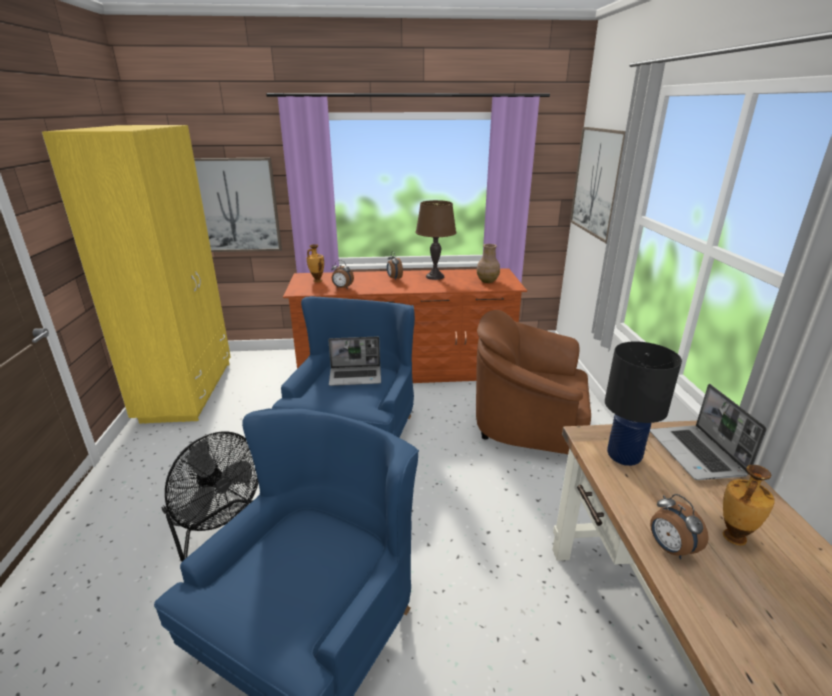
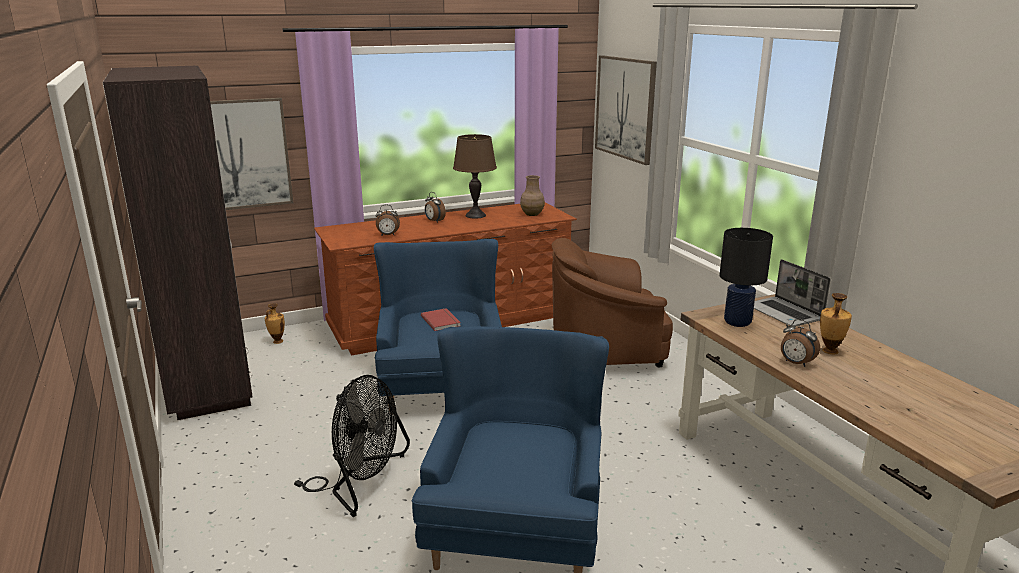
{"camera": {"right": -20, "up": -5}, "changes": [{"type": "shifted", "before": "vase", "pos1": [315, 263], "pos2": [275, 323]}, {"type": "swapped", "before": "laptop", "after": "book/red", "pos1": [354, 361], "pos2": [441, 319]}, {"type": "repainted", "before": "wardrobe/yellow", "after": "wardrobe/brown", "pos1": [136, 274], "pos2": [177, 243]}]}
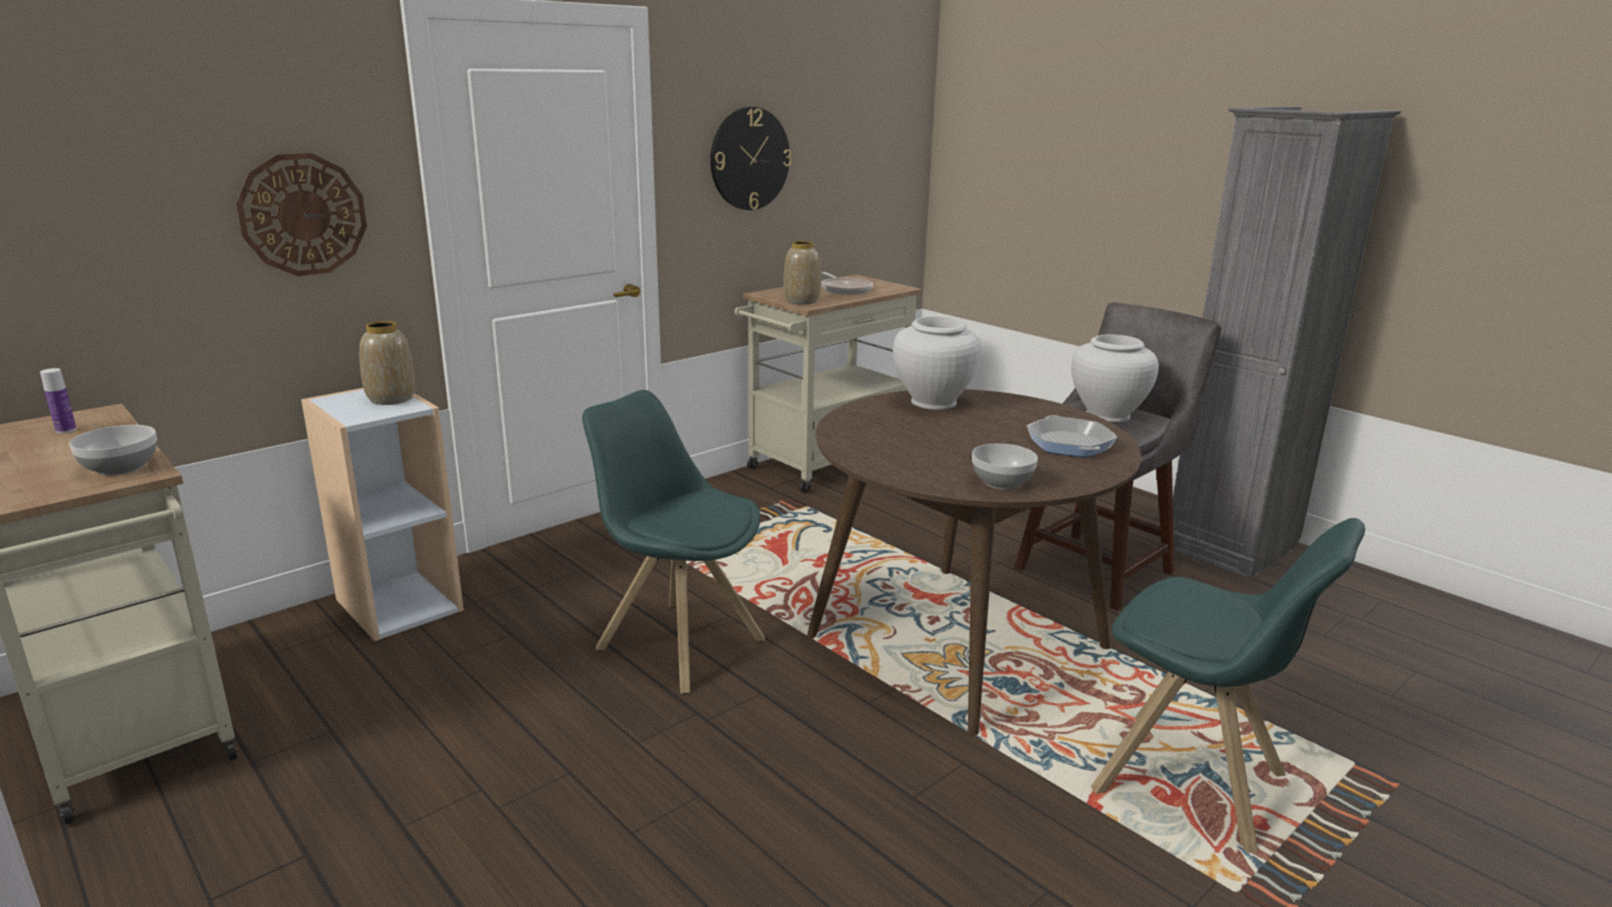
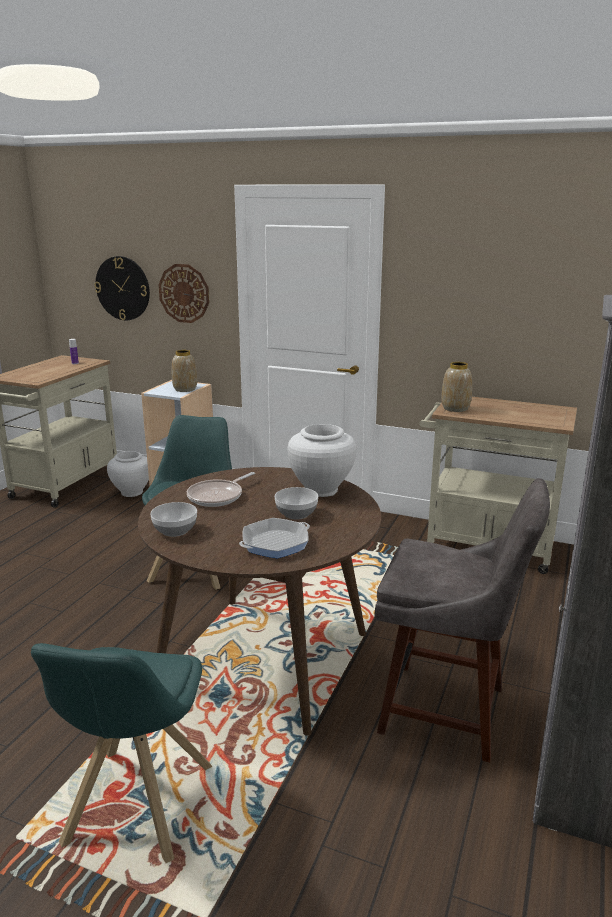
{"camera": {"right": 65, "up": 0}, "changes": [{"type": "shifted", "before": "bowl", "pos1": [113, 450], "pos2": [296, 503]}, {"type": "shifted", "before": "wall clock", "pos1": [750, 158], "pos2": [122, 288]}, {"type": "shifted", "before": "frying pan", "pos1": [847, 283], "pos2": [221, 489]}, {"type": "shifted", "before": "vase/white", "pos1": [1115, 378], "pos2": [128, 474]}]}
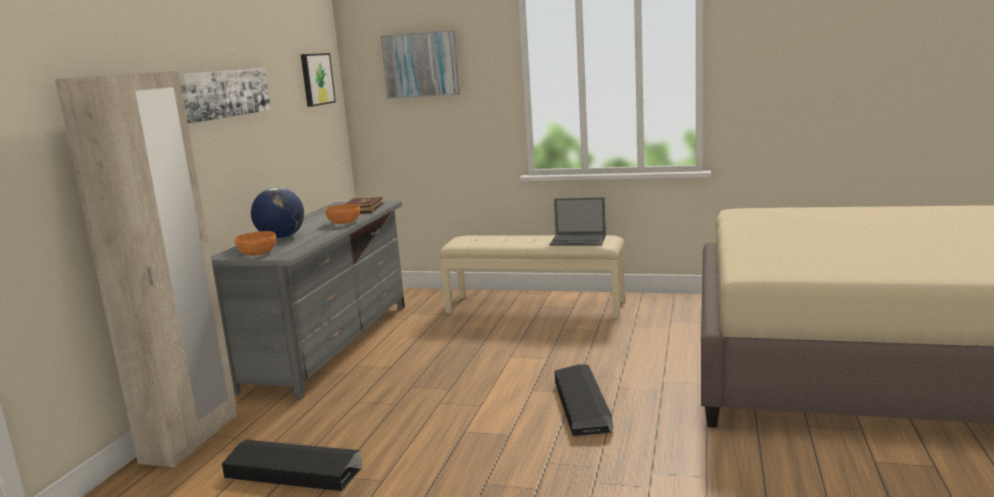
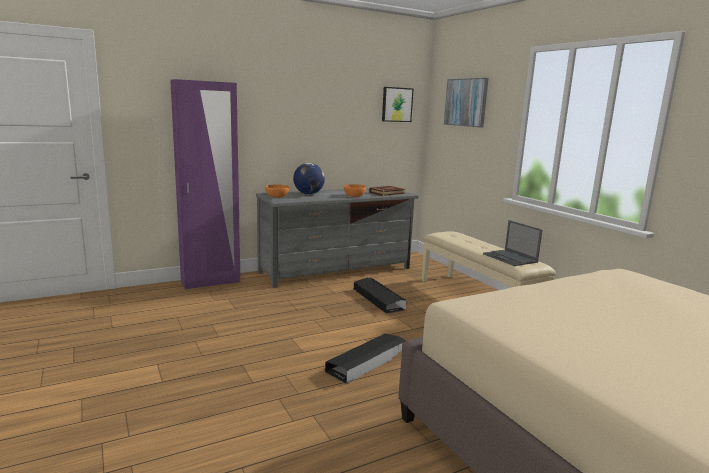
{"camera": {"right": 45, "up": 0}, "changes": [{"type": "gone", "before": "picture", "pos1": [225, 95]}, {"type": "shifted", "before": "storage box/black", "pos1": [292, 465], "pos2": [380, 295]}, {"type": "repainted", "before": "wardrobe/beige", "after": "wardrobe/purple", "pos1": [146, 269], "pos2": [205, 184]}]}
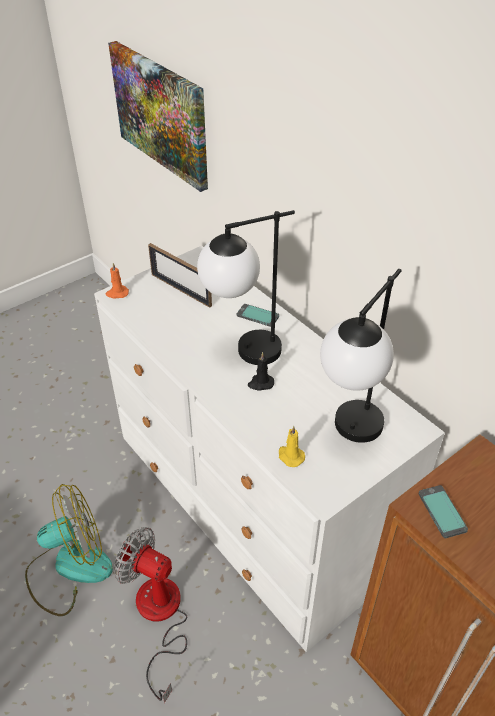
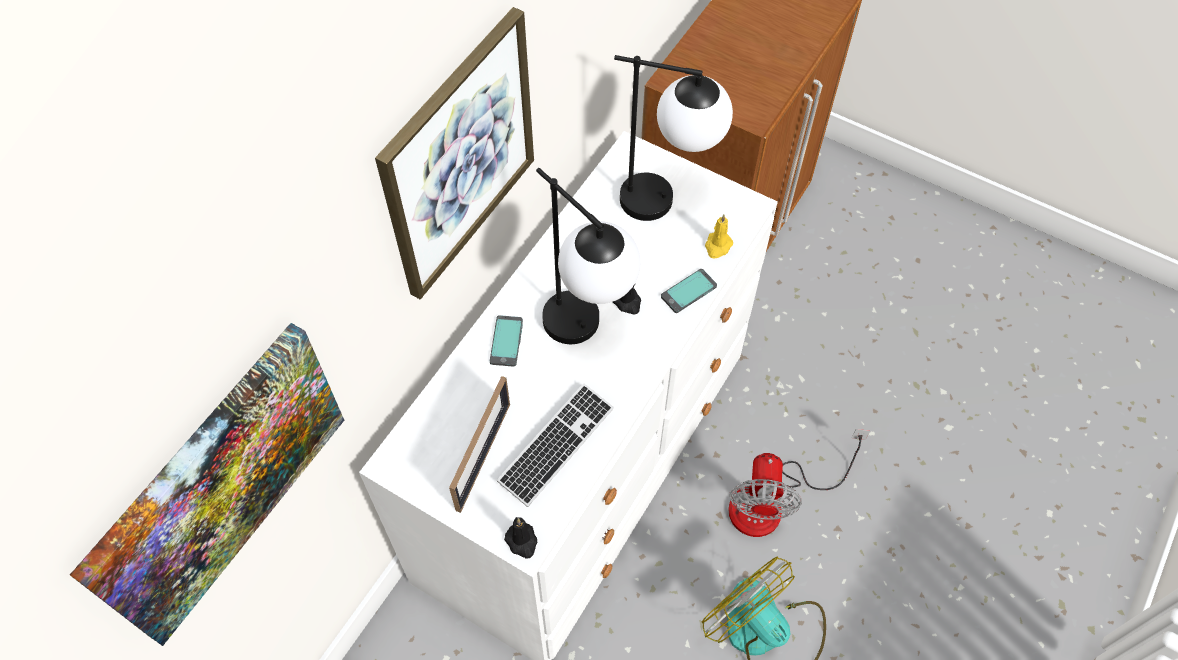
{"camera": {"right": -110, "up": 15}, "changes": [{"type": "new", "after": "picture", "pos2": [454, 153]}, {"type": "new", "after": "keyboard", "pos2": [555, 445]}, {"type": "shifted", "before": "phone", "pos1": [443, 511], "pos2": [689, 291]}, {"type": "repainted", "before": "candle/orange", "after": "candle/black", "pos1": [117, 281], "pos2": [521, 538]}]}
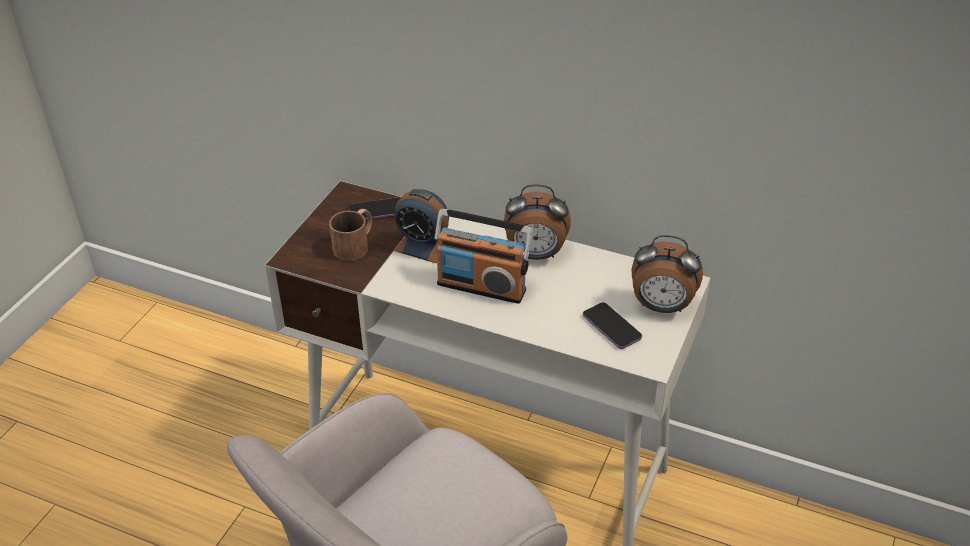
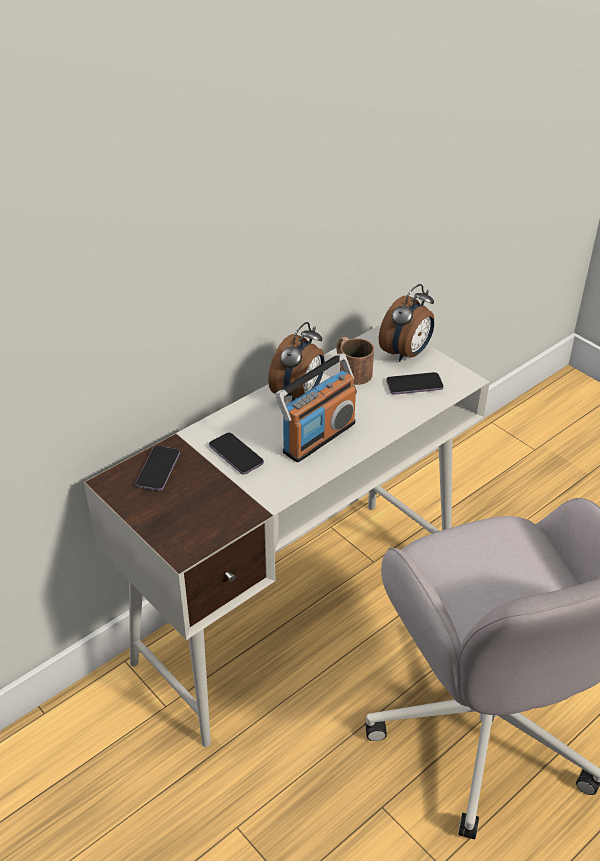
{"camera": {"right": -65, "up": 0}, "changes": [{"type": "shifted", "before": "mug/brown", "pos1": [350, 235], "pos2": [355, 361]}, {"type": "swapped", "before": "alarm clock", "after": "phone", "pos1": [421, 226], "pos2": [236, 453]}]}
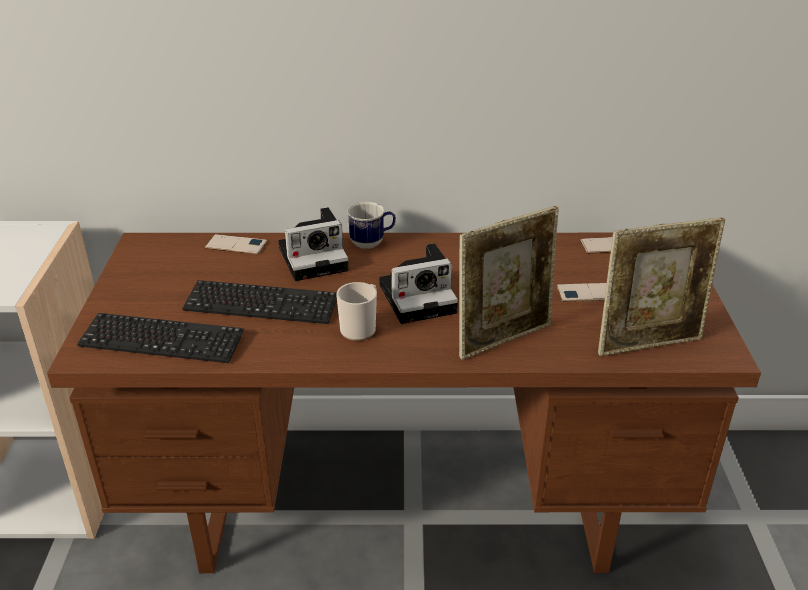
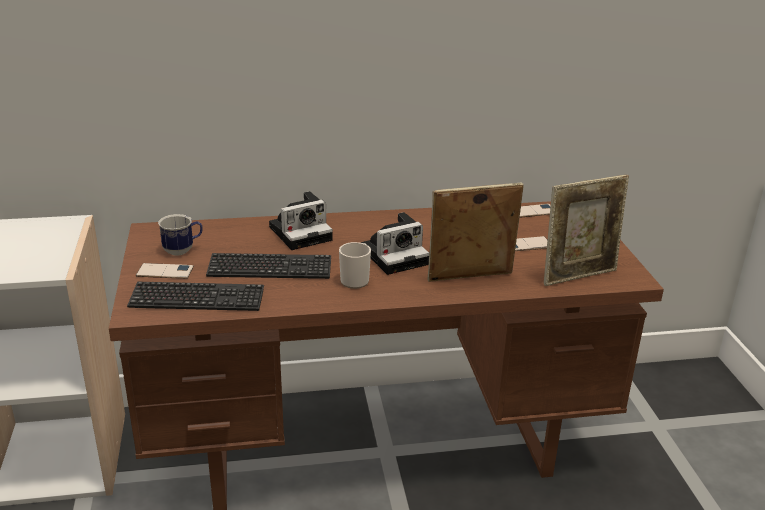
{"camera": {"right": -10, "up": -5}, "changes": [{"type": "shifted", "before": "phone", "pos1": [236, 244], "pos2": [165, 271]}, {"type": "shifted", "before": "mug", "pos1": [371, 225], "pos2": [180, 235]}, {"type": "rotated", "before": "picture frame", "pos1": [509, 283], "pos2": [476, 232], "turn": -150}]}
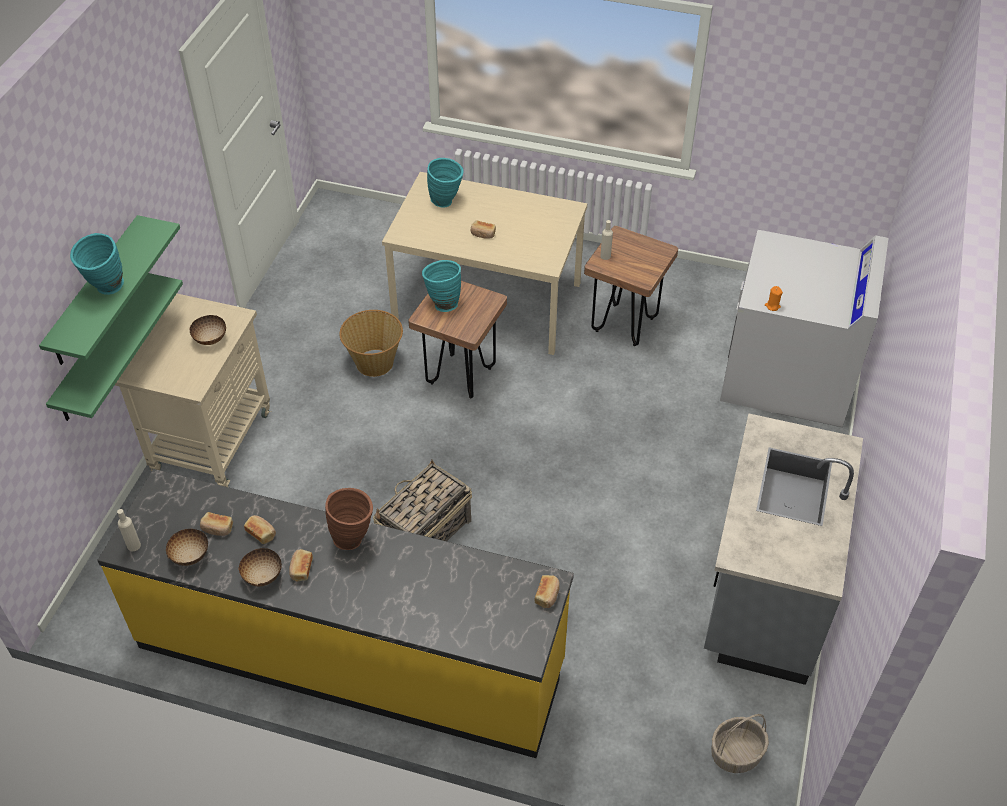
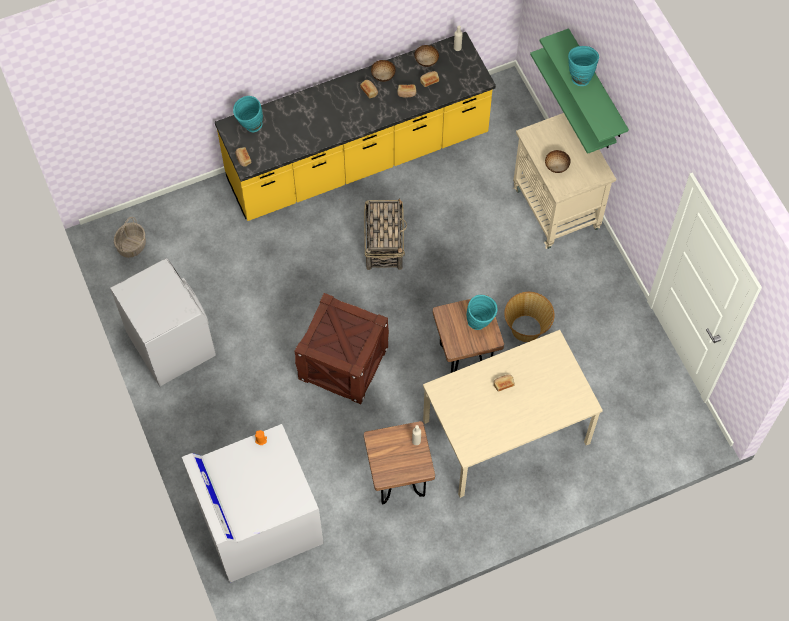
{"camera": {"right": 140, "up": 15}, "changes": [{"type": "gone", "before": "vase/brown", "pos1": [349, 519]}, {"type": "new", "after": "crate", "pos2": [342, 348]}, {"type": "shifted", "before": "vase/turquoise", "pos1": [445, 183], "pos2": [248, 114]}, {"type": "swapped", "before": "counter/grey", "after": "washing machine/white", "pos1": [783, 549], "pos2": [163, 322]}]}
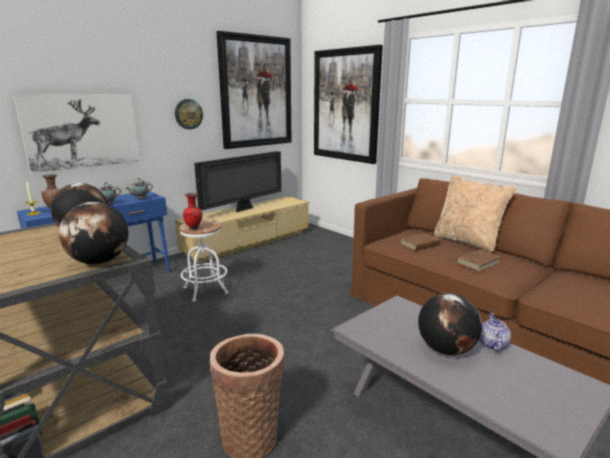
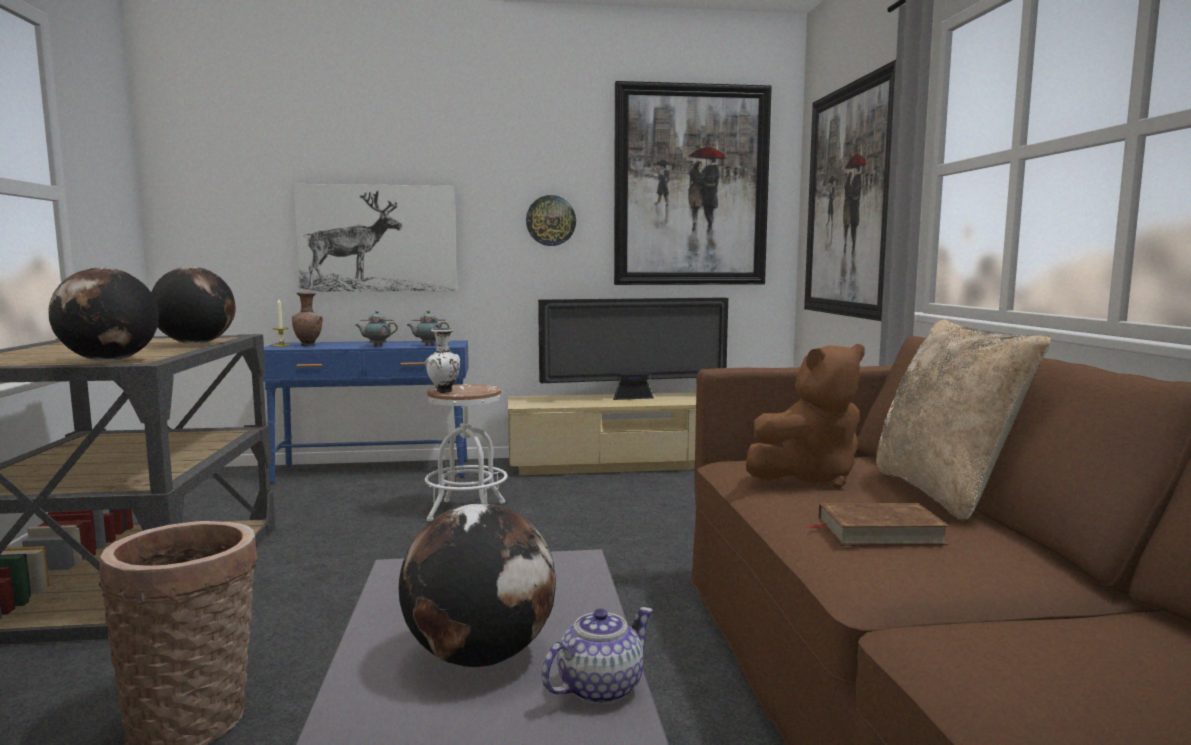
{"camera": {"right": 35, "up": -10}, "changes": [{"type": "swapped", "before": "book/brown", "after": "plush toy/brown", "pos1": [420, 242], "pos2": [805, 416]}, {"type": "repainted", "before": "vase/red", "after": "vase/white", "pos1": [193, 212], "pos2": [442, 360]}]}
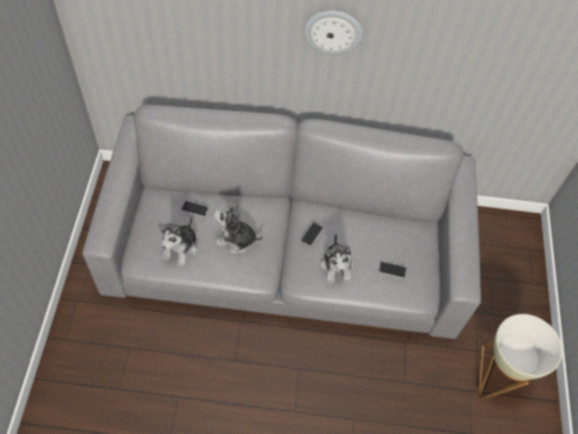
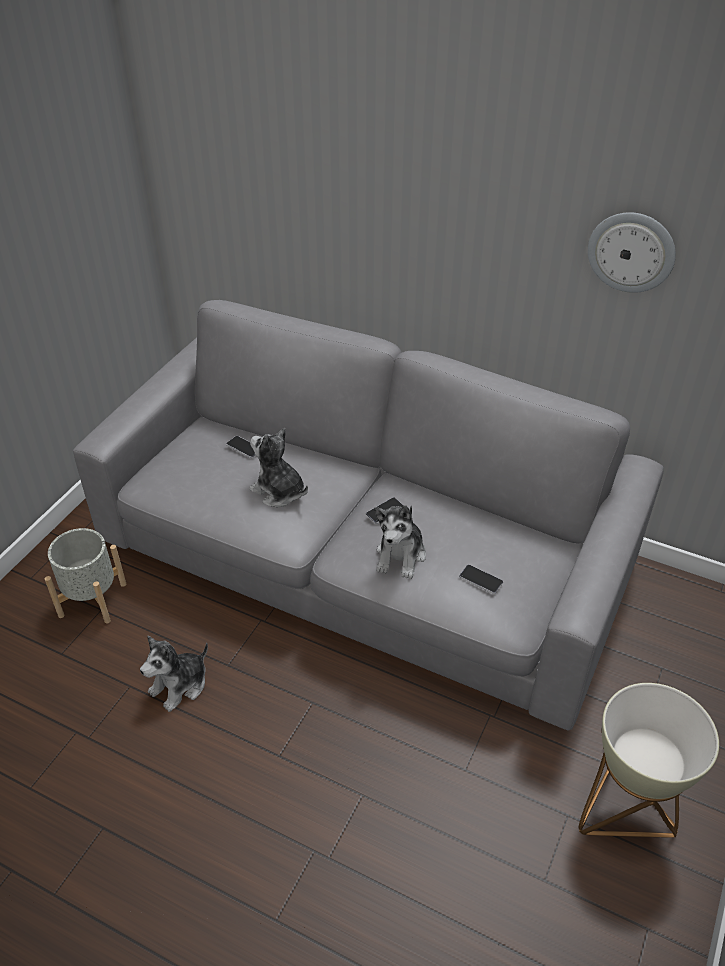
{"camera": {"right": 25, "up": -15}, "changes": [{"type": "new", "after": "planter/grey", "pos2": [85, 576]}, {"type": "shifted", "before": "plush toy", "pos1": [178, 241], "pos2": [174, 674]}, {"type": "shifted", "before": "wall clock", "pos1": [333, 33], "pos2": [632, 252]}]}
